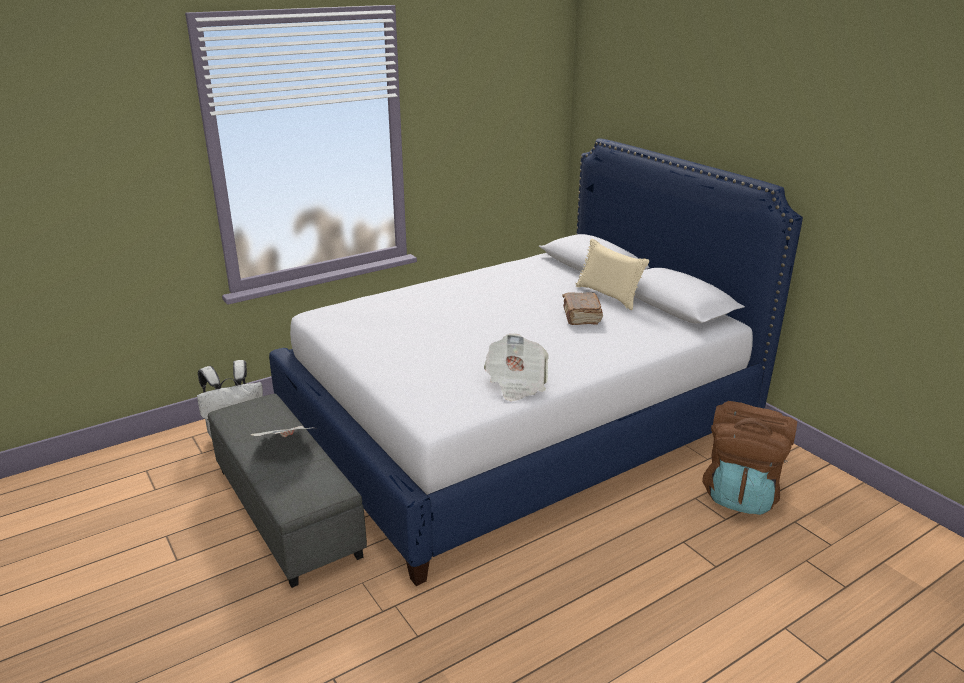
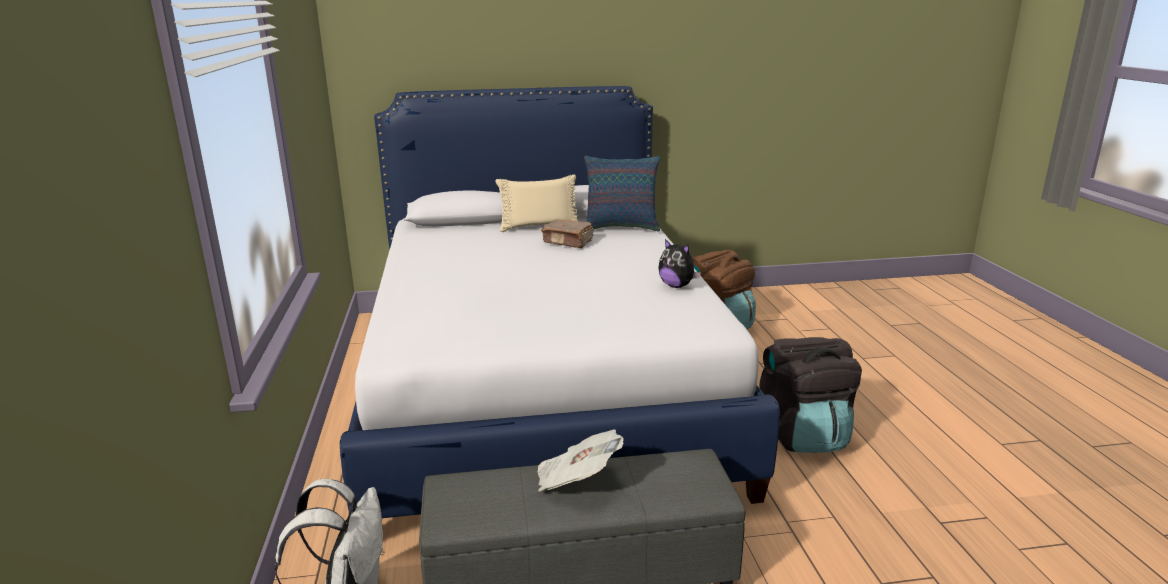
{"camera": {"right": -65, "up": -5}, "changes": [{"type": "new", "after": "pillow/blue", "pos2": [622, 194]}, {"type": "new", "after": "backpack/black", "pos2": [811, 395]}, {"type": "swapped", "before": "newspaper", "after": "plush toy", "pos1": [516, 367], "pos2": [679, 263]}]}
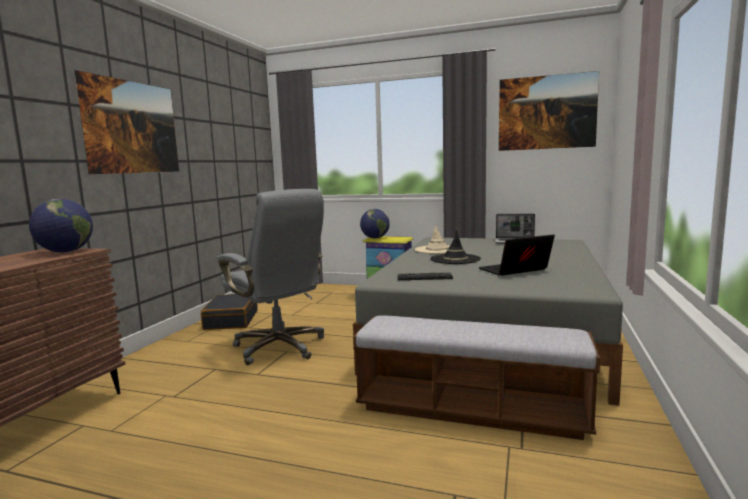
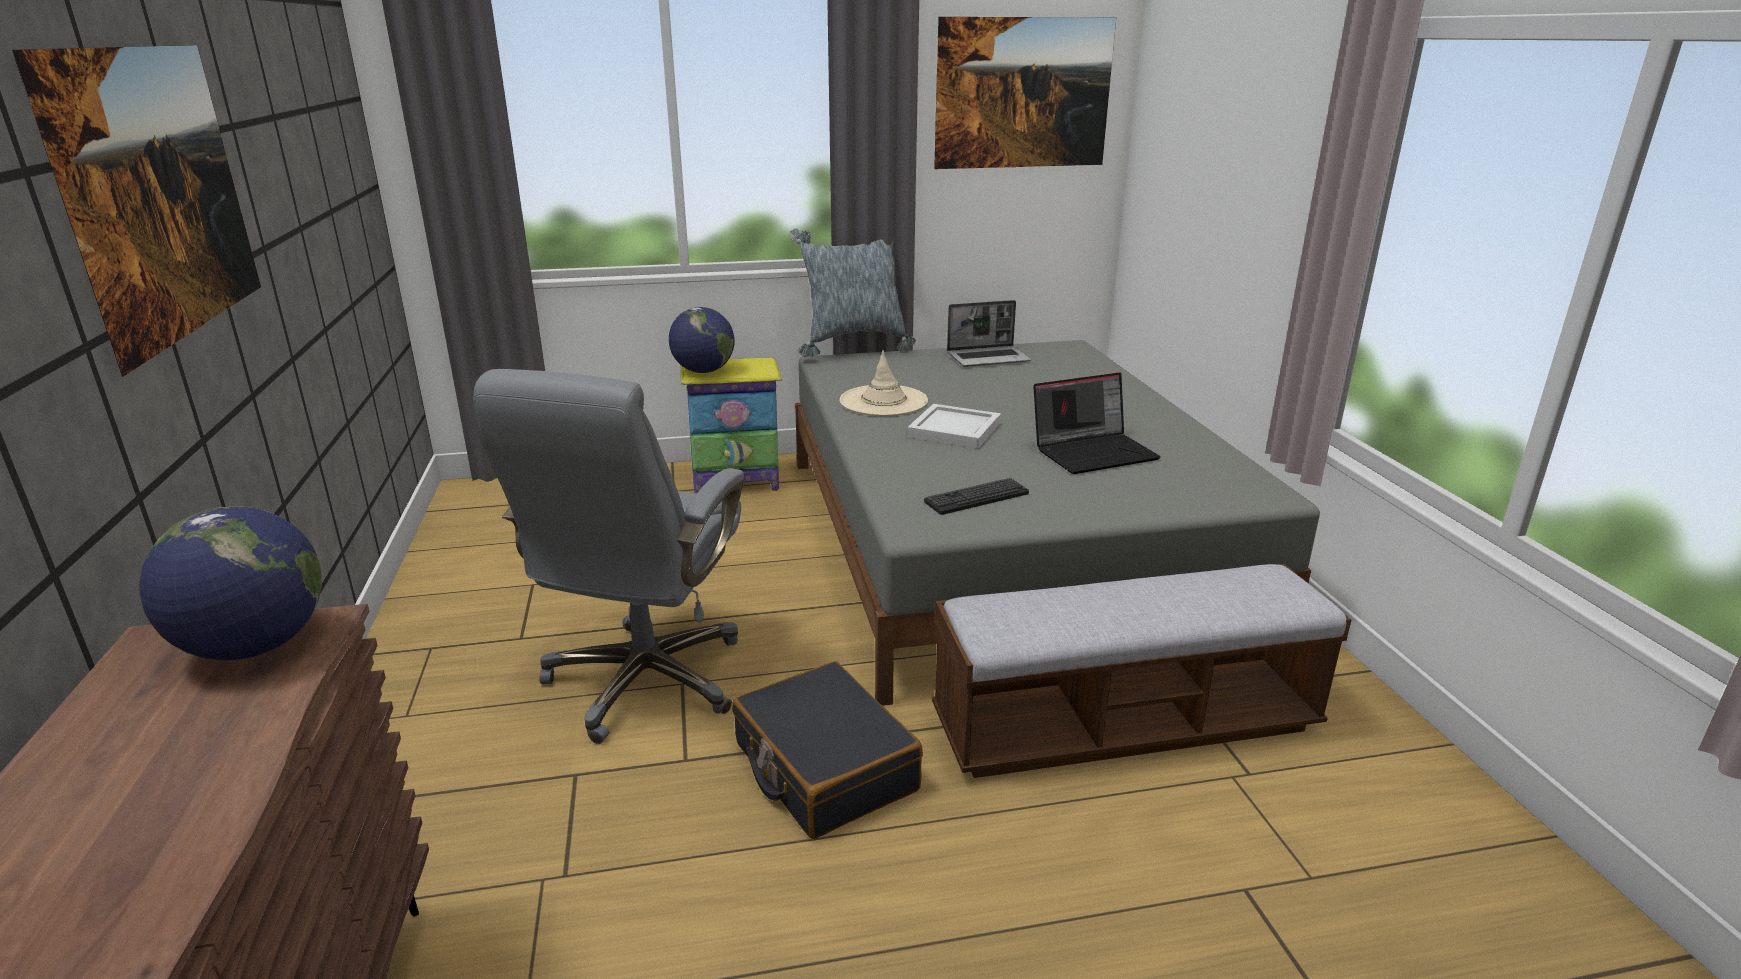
{"camera": {"right": -30, "up": 15}, "changes": [{"type": "new", "after": "pillow", "pos2": [852, 293]}, {"type": "shifted", "before": "suitcase/black", "pos1": [229, 312], "pos2": [827, 750]}, {"type": "swapped", "before": "hat/black", "after": "tray/white", "pos1": [456, 247], "pos2": [954, 426]}, {"type": "rotated", "before": "office chair/grey", "pos1": [270, 277], "pos2": [608, 556], "turn": 90}, {"type": "rotated", "before": "laptop", "pos1": [516, 255], "pos2": [1097, 423], "turn": -150}]}
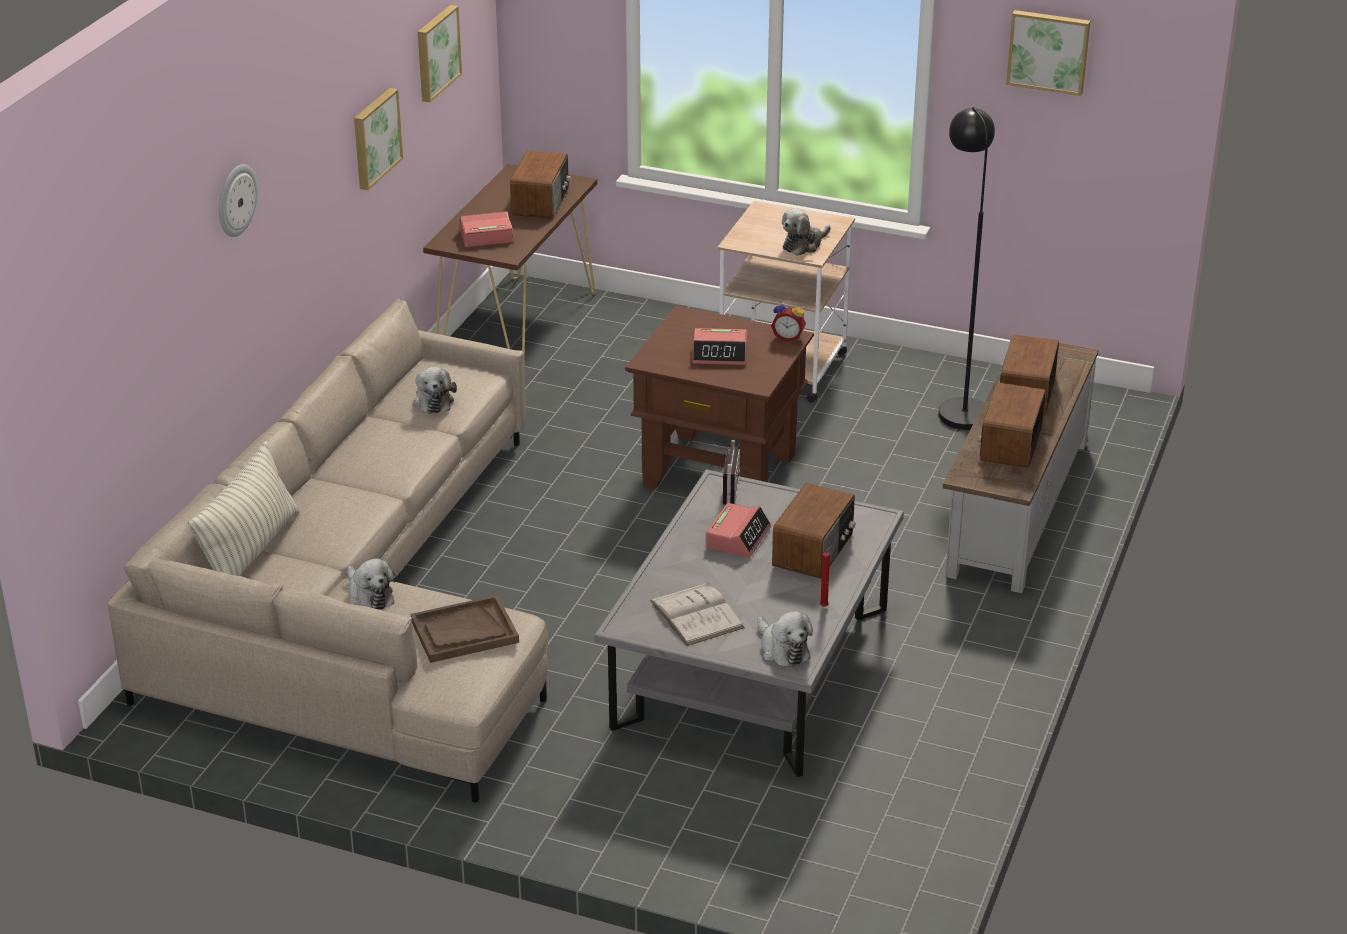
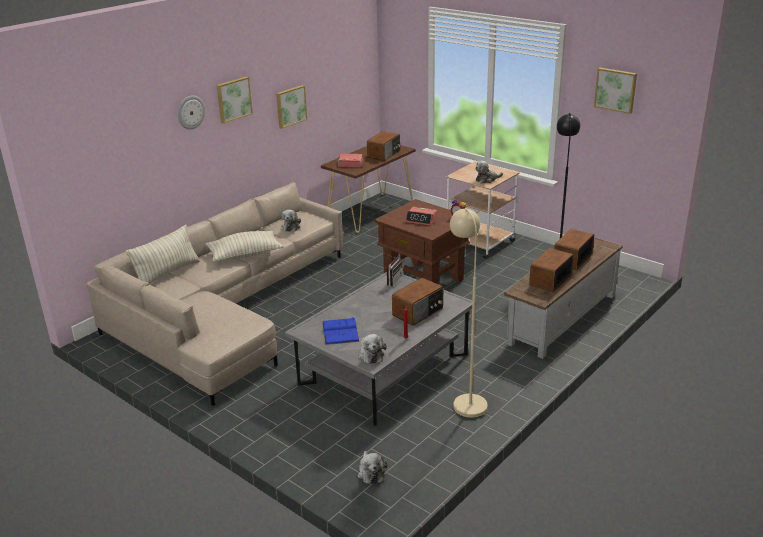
{"camera": {"right": 20, "up": -5}, "changes": [{"type": "gone", "before": "tray/brown", "pos1": [465, 629]}, {"type": "gone", "before": "alarm clock", "pos1": [738, 530]}, {"type": "new", "after": "pillow", "pos2": [245, 246]}, {"type": "new", "after": "floor lamp/beige", "pos2": [469, 313]}, {"type": "shifted", "before": "plush toy", "pos1": [371, 584], "pos2": [372, 468]}, {"type": "shifted", "before": "picture", "pos1": [440, 53], "pos2": [234, 100]}, {"type": "repainted", "before": "book/white", "after": "book/blue", "pos1": [697, 614], "pos2": [340, 331]}]}
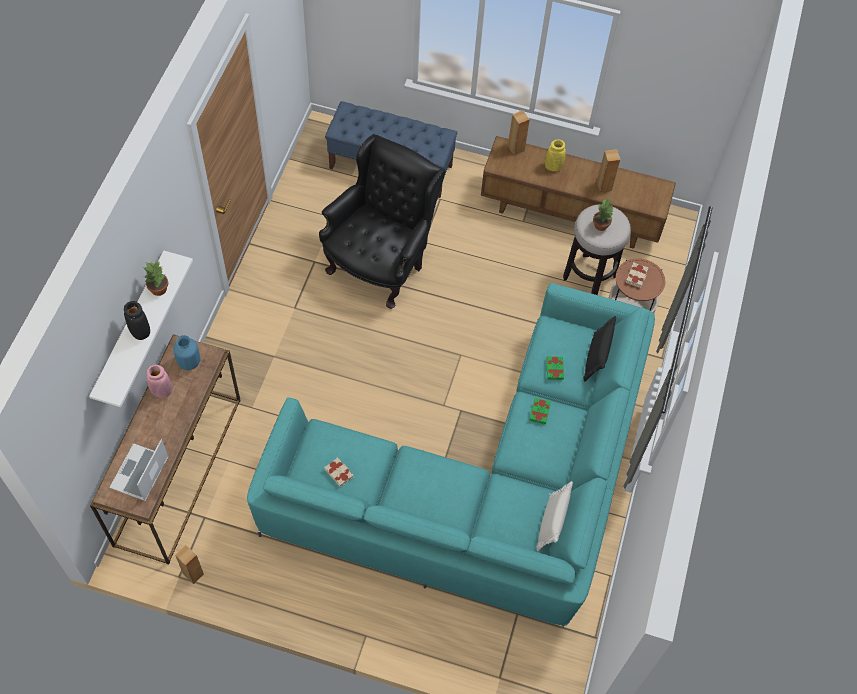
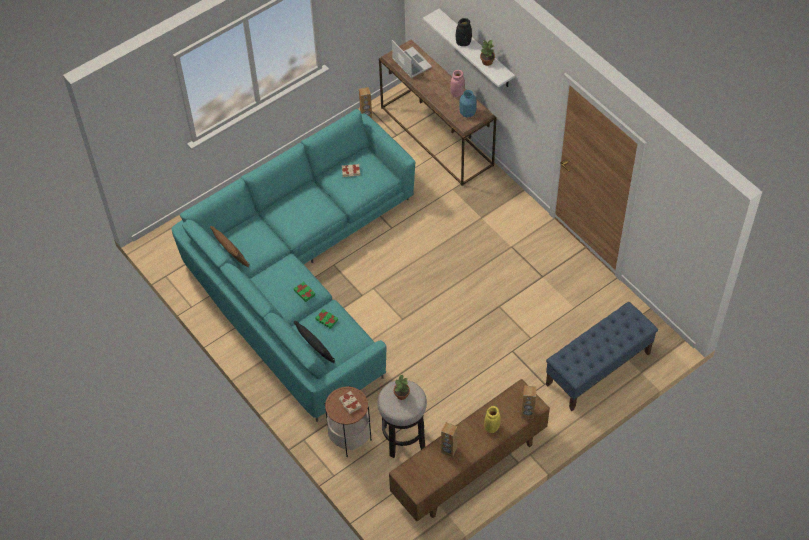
{"camera": {"right": 130, "up": -5}, "changes": [{"type": "gone", "before": "armchair/black", "pos1": [382, 221]}, {"type": "repainted", "before": "pillow/white", "after": "pillow/brown", "pos1": [554, 516], "pos2": [229, 246]}]}
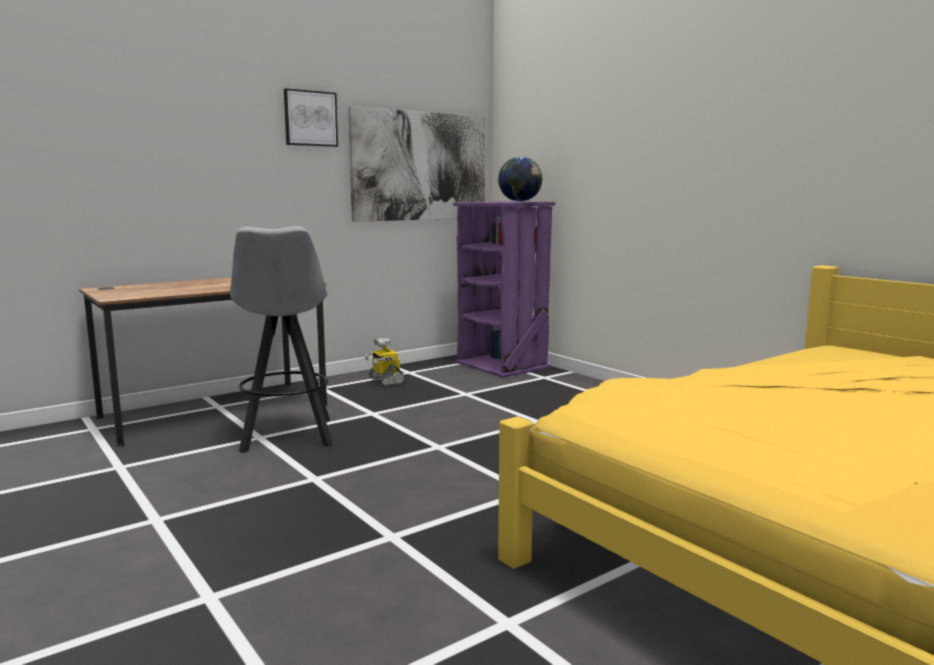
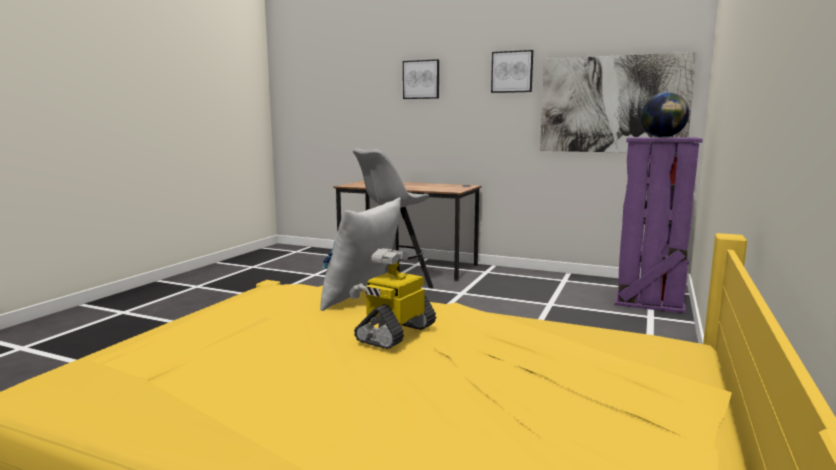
{"camera": {"right": 60, "up": 0}, "changes": [{"type": "new", "after": "pillow/grey", "pos2": [360, 254]}, {"type": "new", "after": "picture", "pos2": [421, 79]}, {"type": "shifted", "before": "toy robot", "pos1": [385, 362], "pos2": [392, 298]}]}
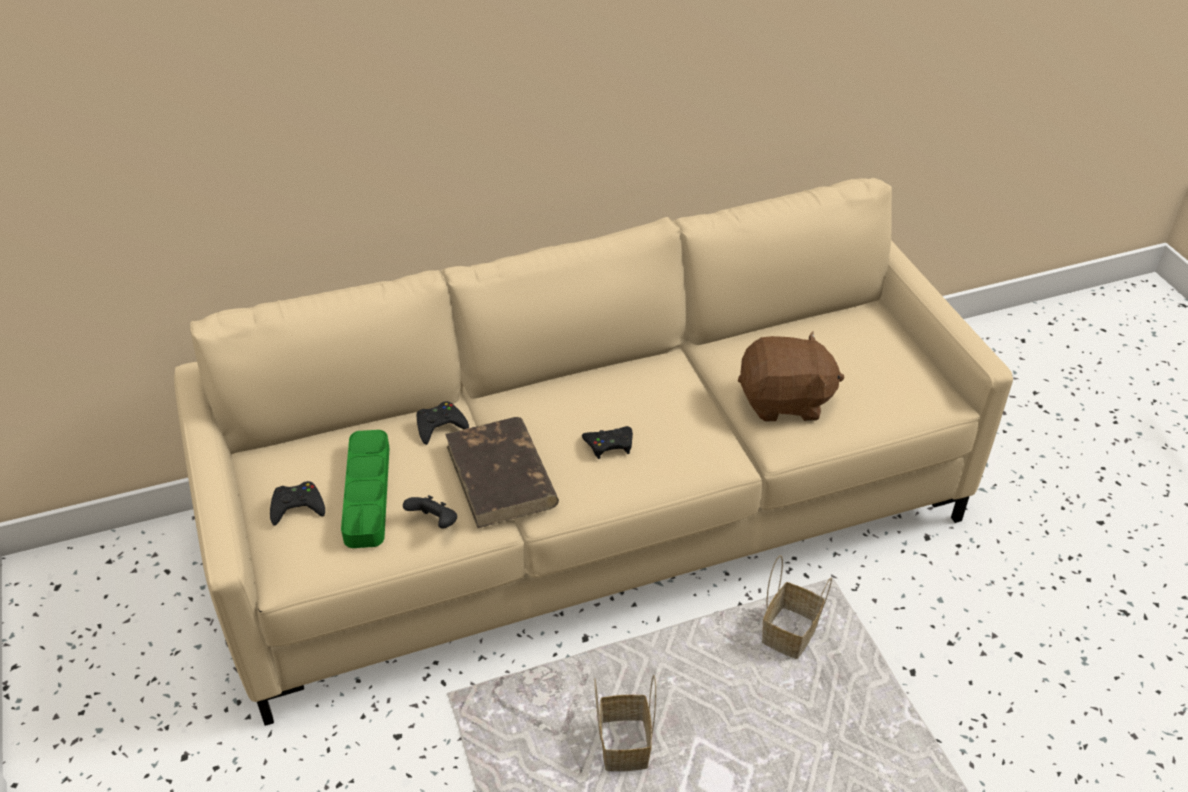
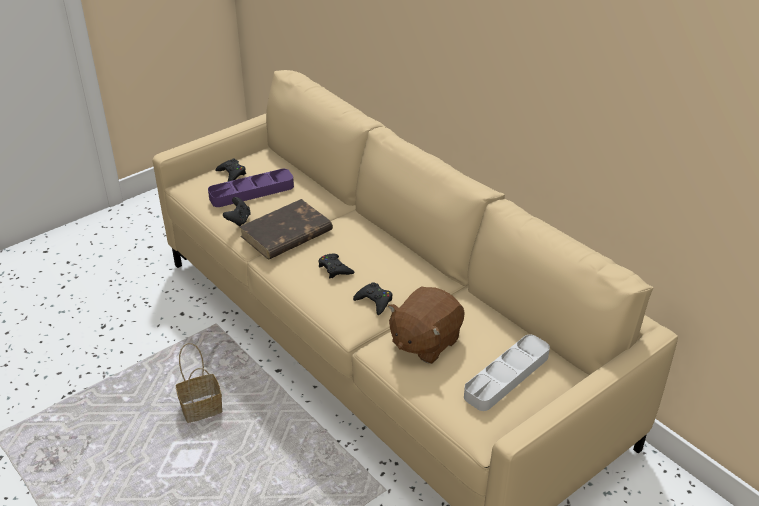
{"camera": {"right": 70, "up": -5}, "changes": [{"type": "gone", "before": "basket", "pos1": [797, 607]}, {"type": "new", "after": "tray/grey", "pos2": [507, 372]}, {"type": "shifted", "before": "game controller/black", "pos1": [442, 423], "pos2": [372, 298]}, {"type": "repainted", "before": "tray/green", "after": "tray/purple", "pos1": [365, 489], "pos2": [251, 188]}, {"type": "rotated", "before": "plush toy/brown", "pos1": [791, 376], "pos2": [426, 325], "turn": 60}]}
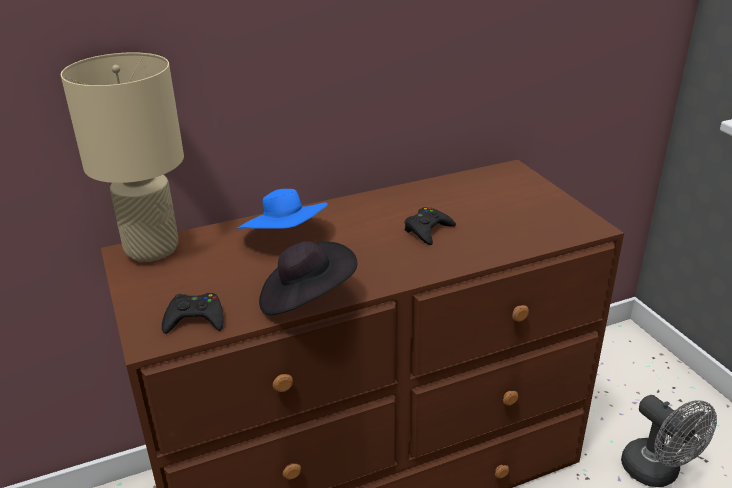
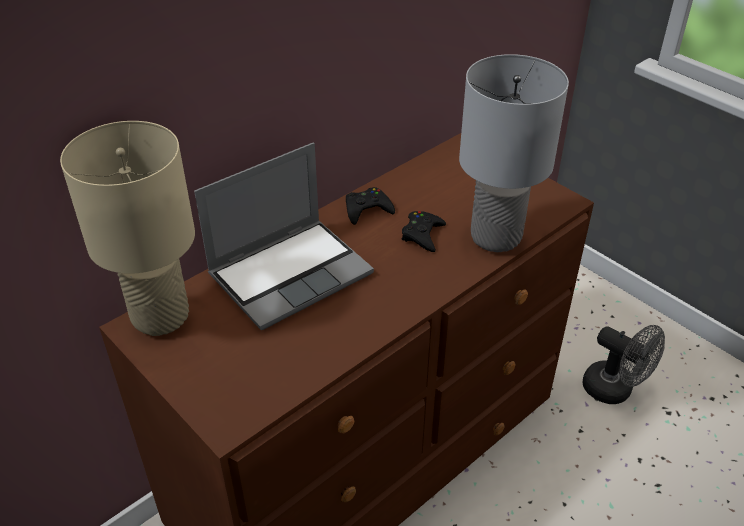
{"camera": {"right": -20, "up": 10}, "changes": [{"type": "gone", "before": "hat/black", "pos1": [308, 278]}, {"type": "new", "after": "table lamp/grey", "pos2": [514, 153]}, {"type": "shifted", "before": "game controller/black", "pos1": [193, 313], "pos2": [370, 206]}, {"type": "swapped", "before": "hat/blue", "after": "laptop", "pos1": [282, 209], "pos2": [284, 236]}]}
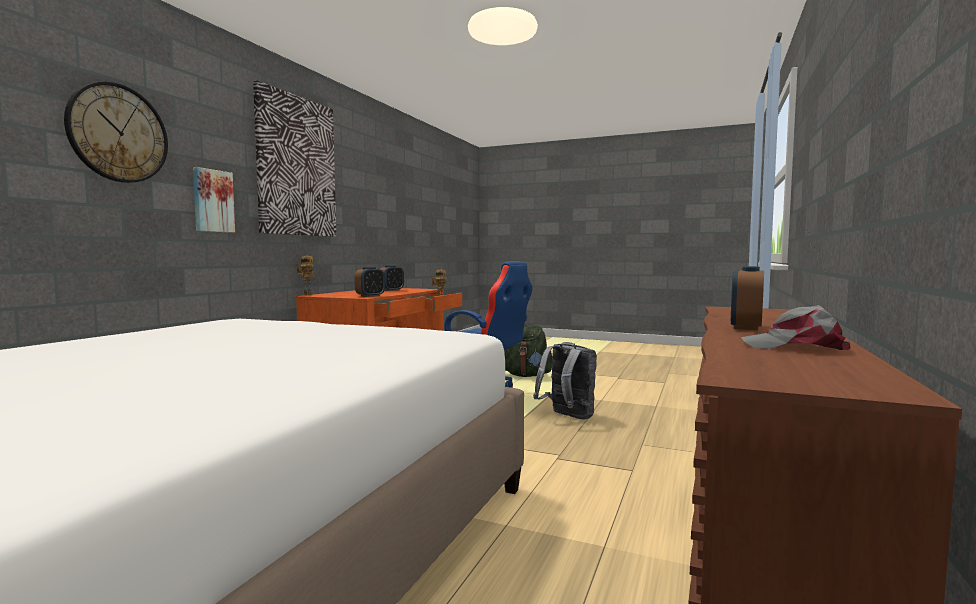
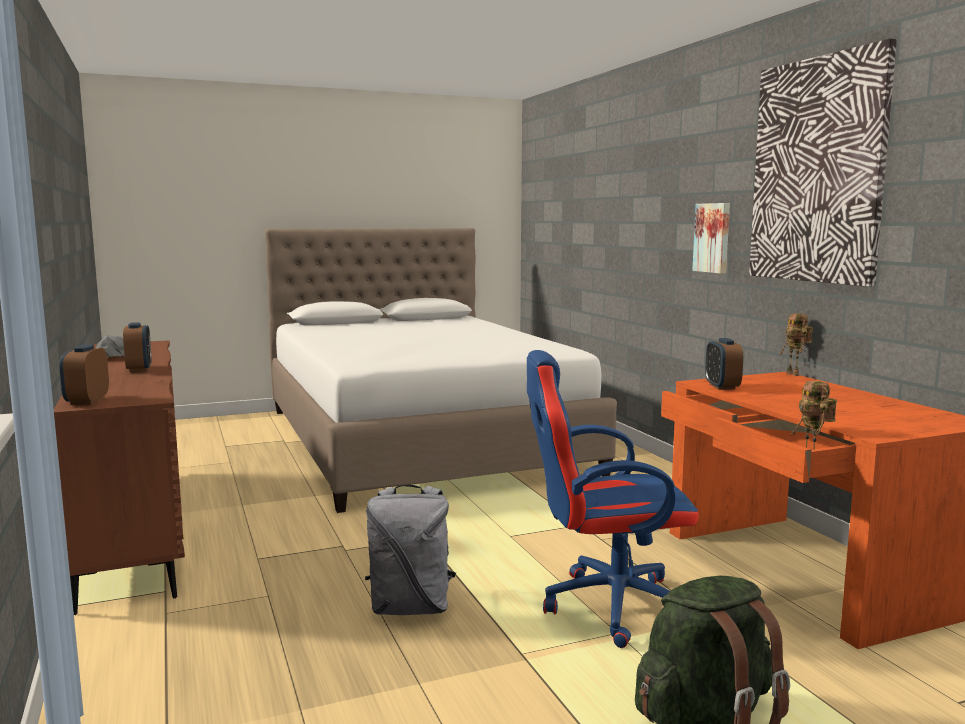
{"camera": {"right": 135, "up": 5}, "changes": [{"type": "gone", "before": "wall clock", "pos1": [116, 132]}, {"type": "shifted", "before": "alarm clock", "pos1": [392, 278], "pos2": [84, 374]}]}
